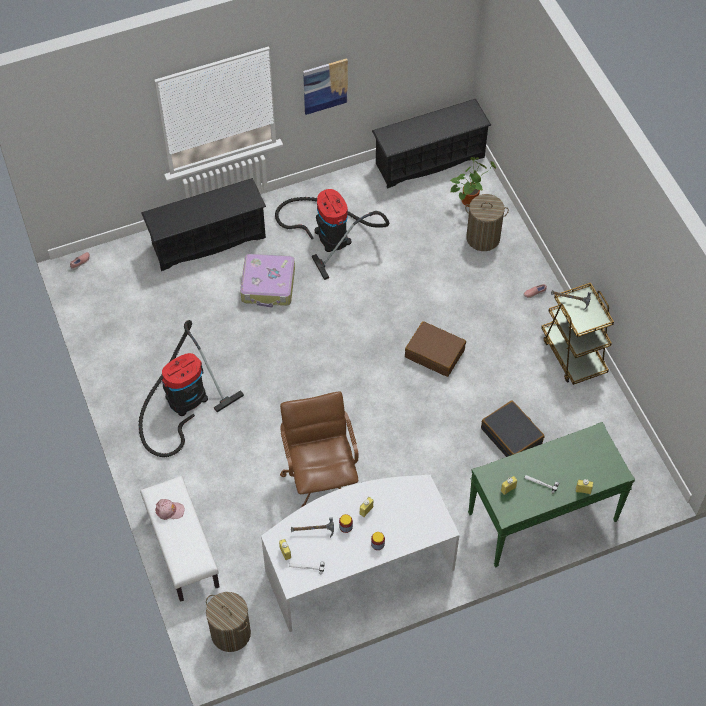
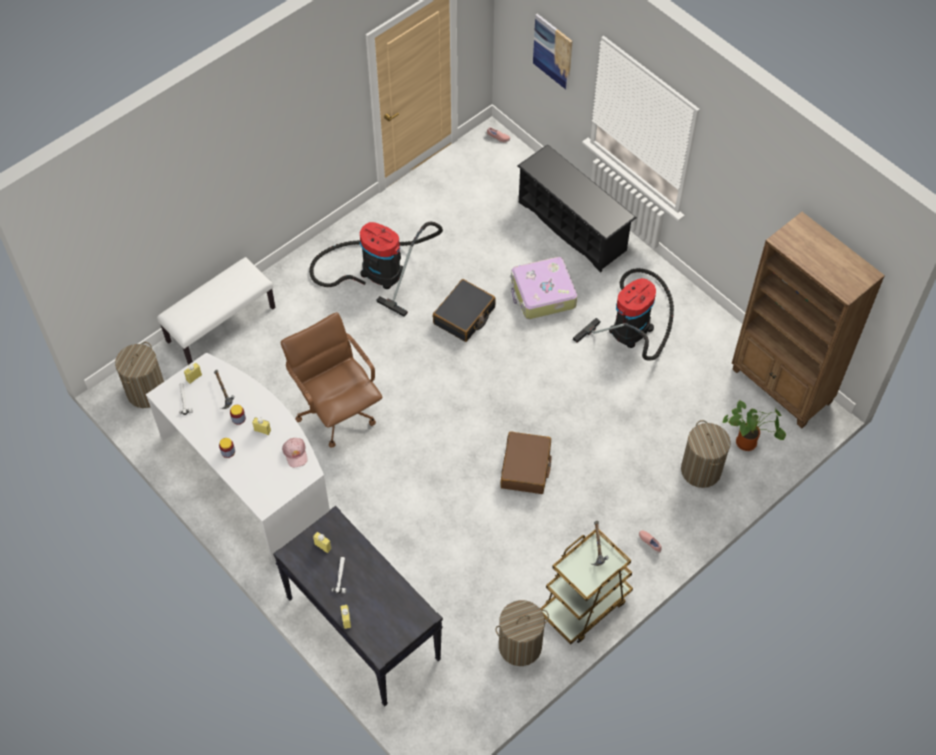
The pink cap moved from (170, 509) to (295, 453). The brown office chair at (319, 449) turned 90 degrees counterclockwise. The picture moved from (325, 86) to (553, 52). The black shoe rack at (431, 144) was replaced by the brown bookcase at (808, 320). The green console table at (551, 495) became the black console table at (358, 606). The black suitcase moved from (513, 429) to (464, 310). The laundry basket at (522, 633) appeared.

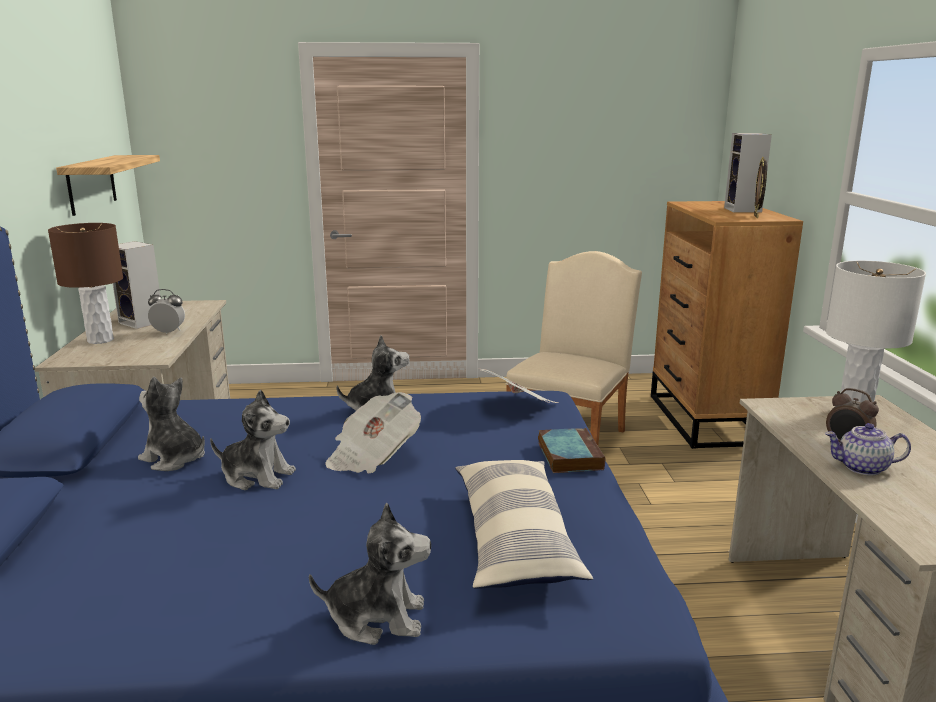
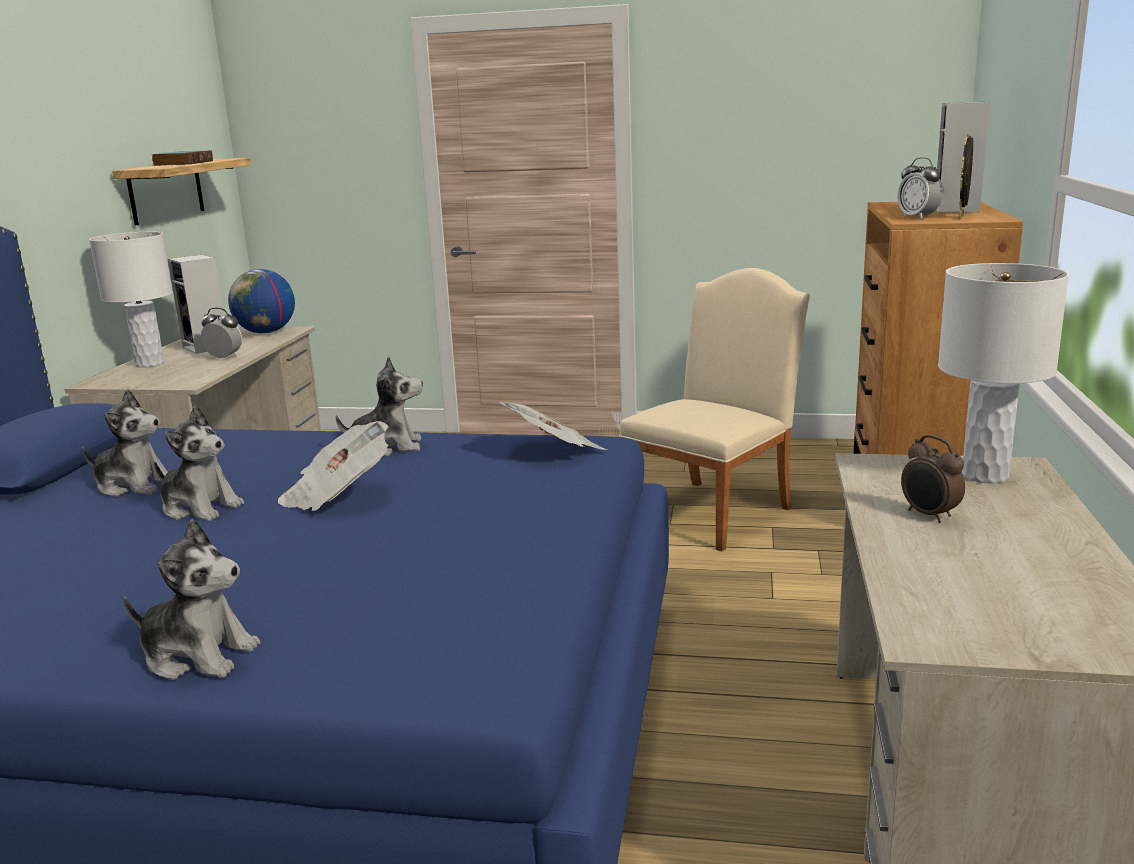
The brown table lamp at (85, 283) became the white table lamp at (131, 300). The plush toy at (171, 424) turned 150 degrees clockwise. The pillow at (524, 524) disappeared. The book moved from (571, 450) to (182, 158). The teapot at (868, 449) disappeared. The globe at (261, 301) appeared. The alarm clock at (920, 188) appeared.

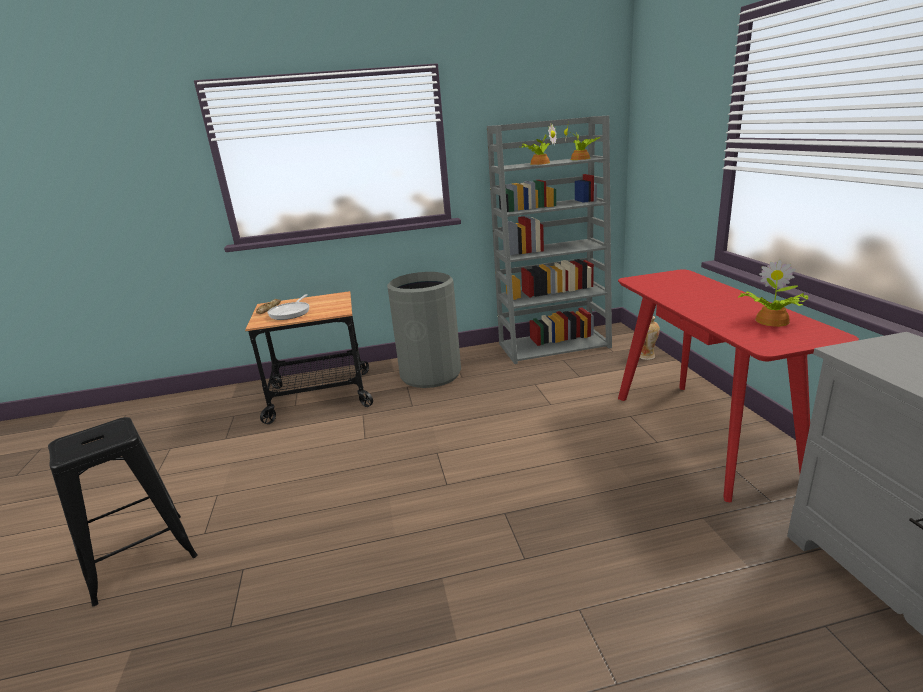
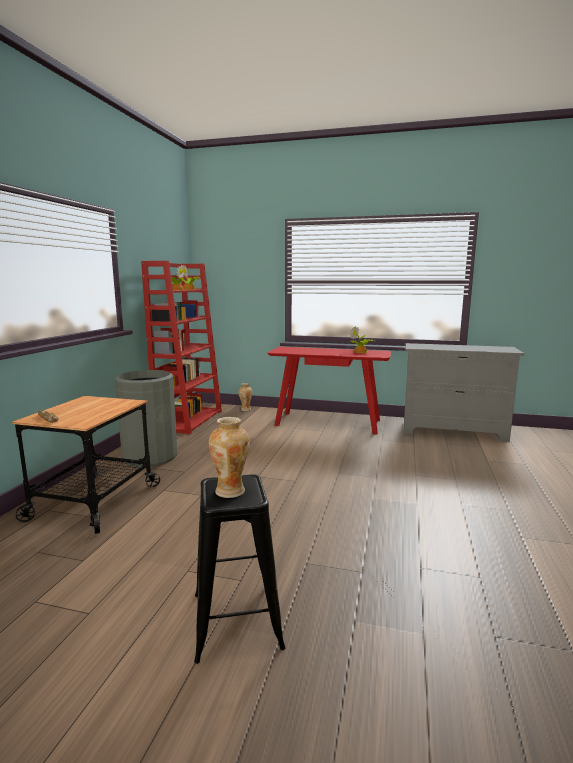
The frying pan at (288, 307) disappeared. The grey bookcase at (549, 240) became the red bookcase at (181, 347). The vase at (229, 457) appeared.

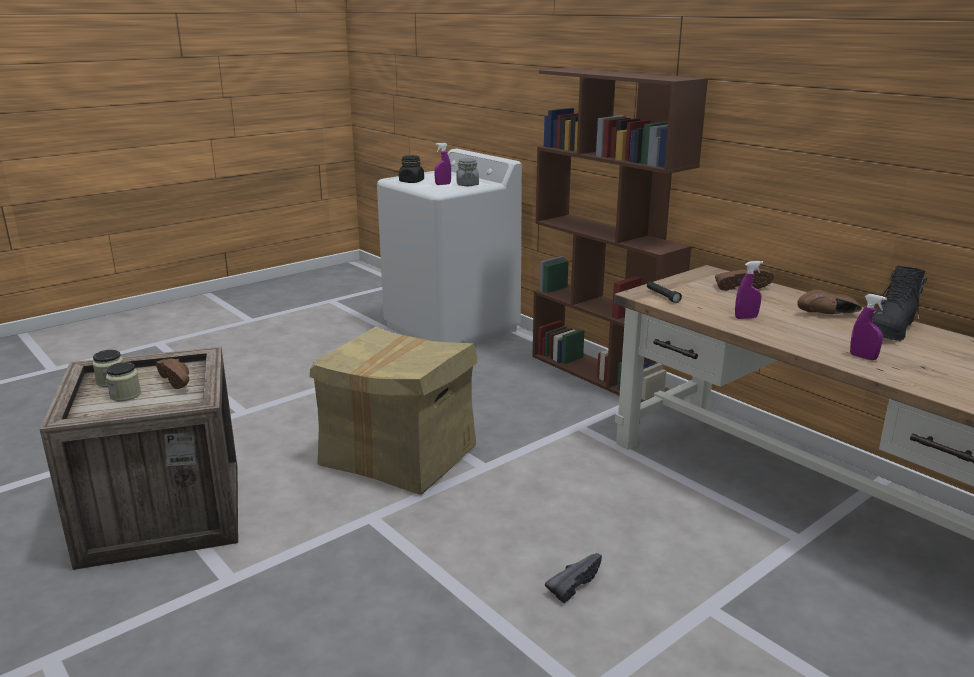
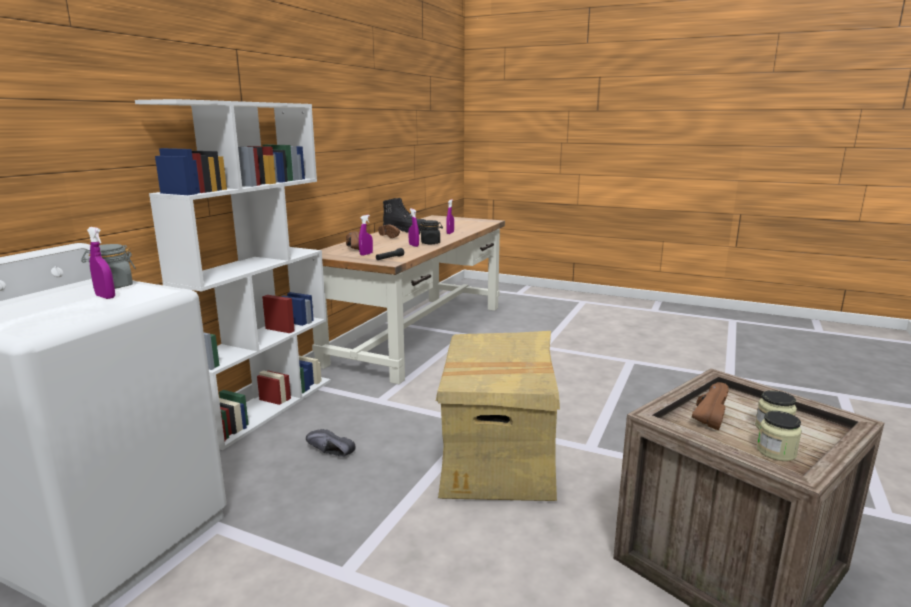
The black jar moved from (411, 169) to (431, 232). The brown bookcase at (620, 235) became the white bookcase at (233, 274). The black shoe moved from (573, 578) to (331, 443). The purple spray bottle at (366, 235) appeared.

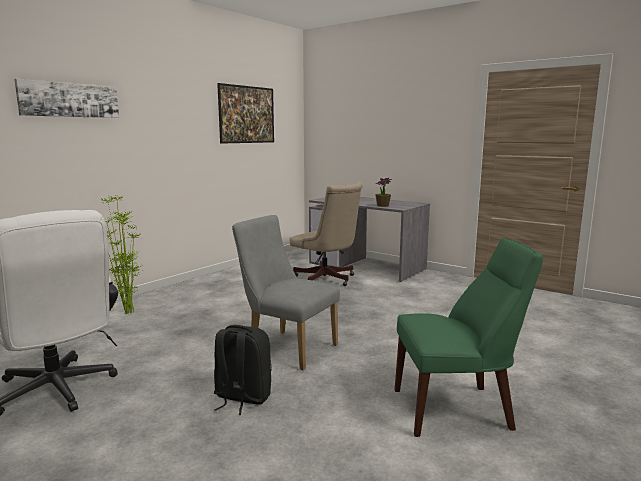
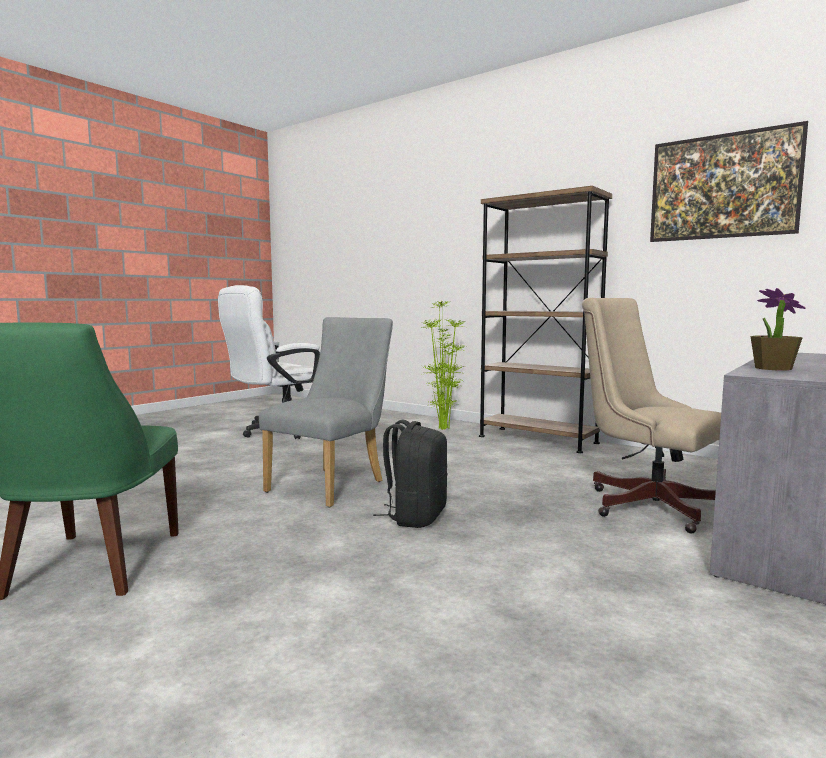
The picture at (66, 98) disappeared. The black backpack moved from (243, 370) to (410, 474). The beige office chair at (326, 234) turned 90 degrees clockwise. The brown bookcase at (545, 319) appeared.

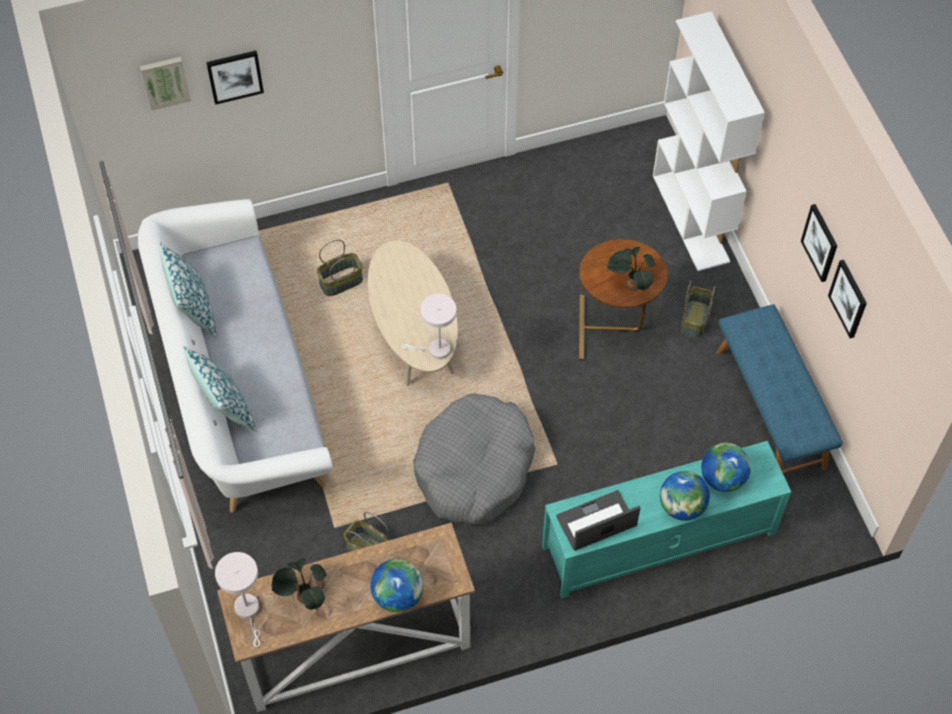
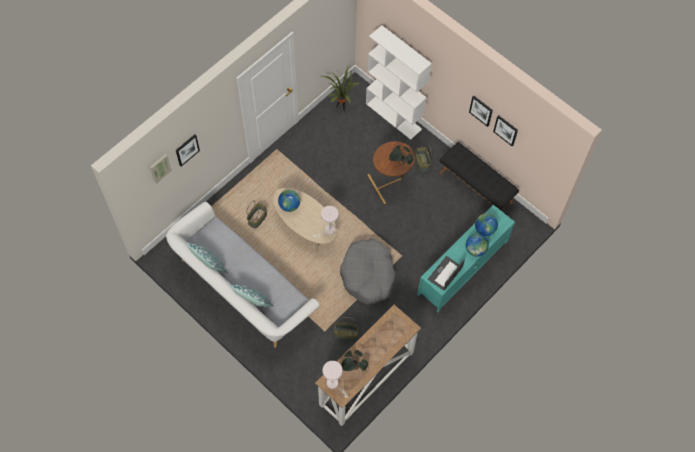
The globe moved from (397, 585) to (289, 201). The blue bench at (780, 388) became the black bench at (479, 176). The potted plant at (340, 88) appeared.

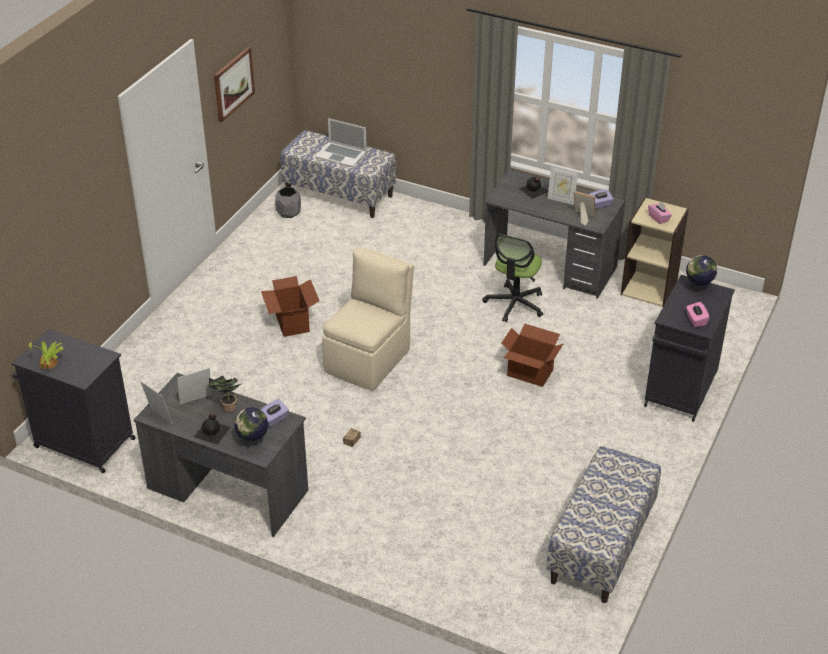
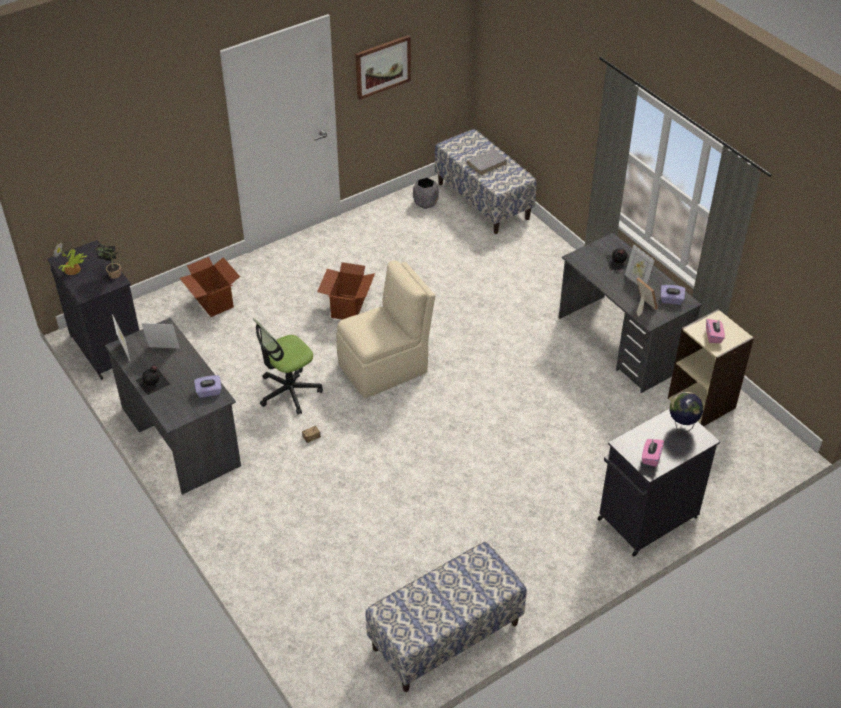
The potted plant moved from (225, 394) to (107, 261). The globe at (251, 428) disappeared. The laptop at (341, 142) was replaced by the grey book at (487, 162). The office chair moved from (512, 278) to (288, 366). The cardboard box moved from (532, 355) to (210, 287).

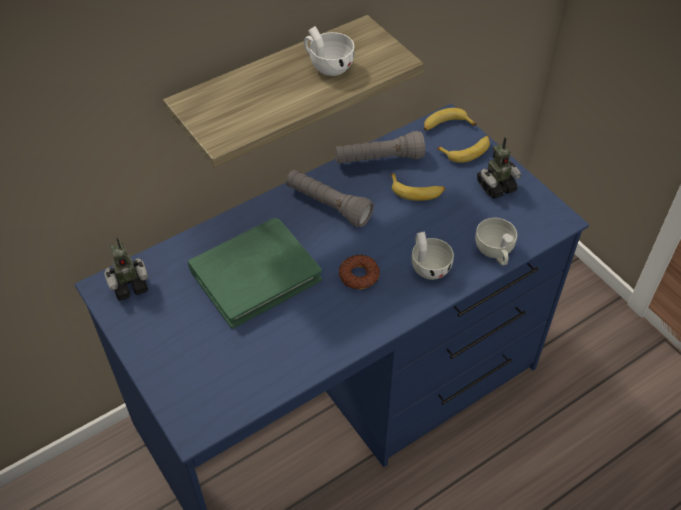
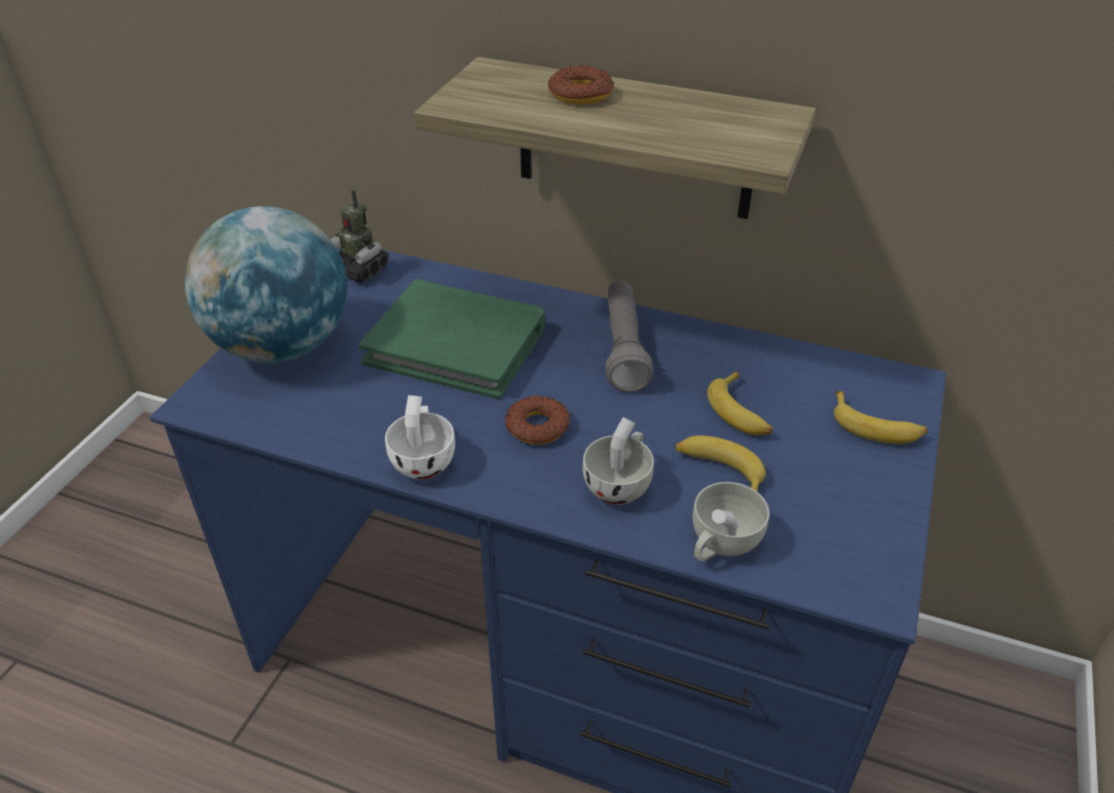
The white cup moved from (329, 51) to (420, 437). The grey flashlight at (380, 147) disappeared. The banana moved from (450, 119) to (720, 463). The toy robot at (499, 168) disappeared. The globe at (266, 284) appeared. The donut at (581, 85) appeared.

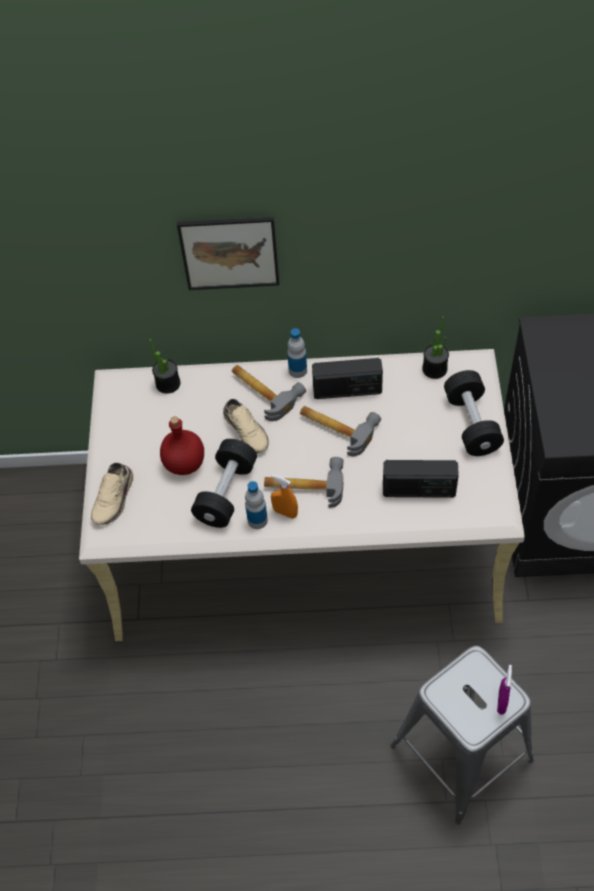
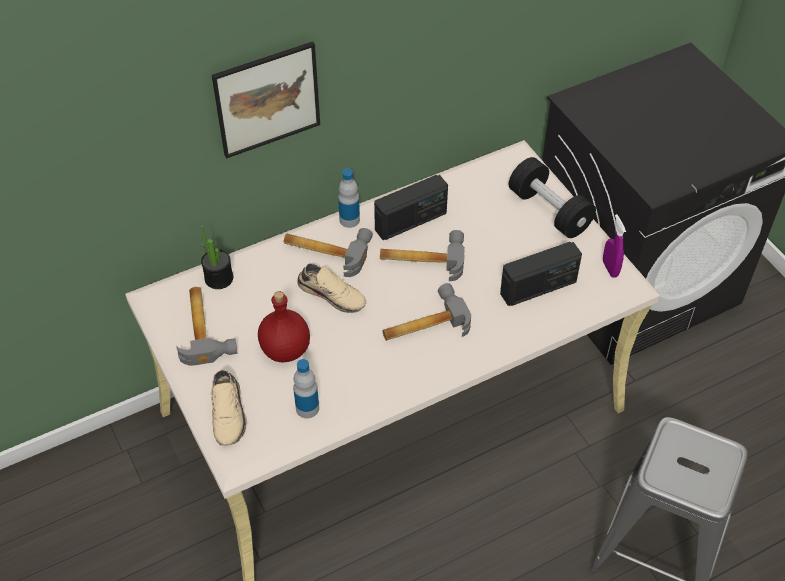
The black dumbbell at (224, 483) disappeared. The bottle moved from (256, 505) to (306, 388). The orange spray bottle at (284, 496) disappeared. The potted plant at (435, 347) disappeared. The purple spray bottle moved from (504, 689) to (614, 246). The hammer at (207, 326) appeared.

